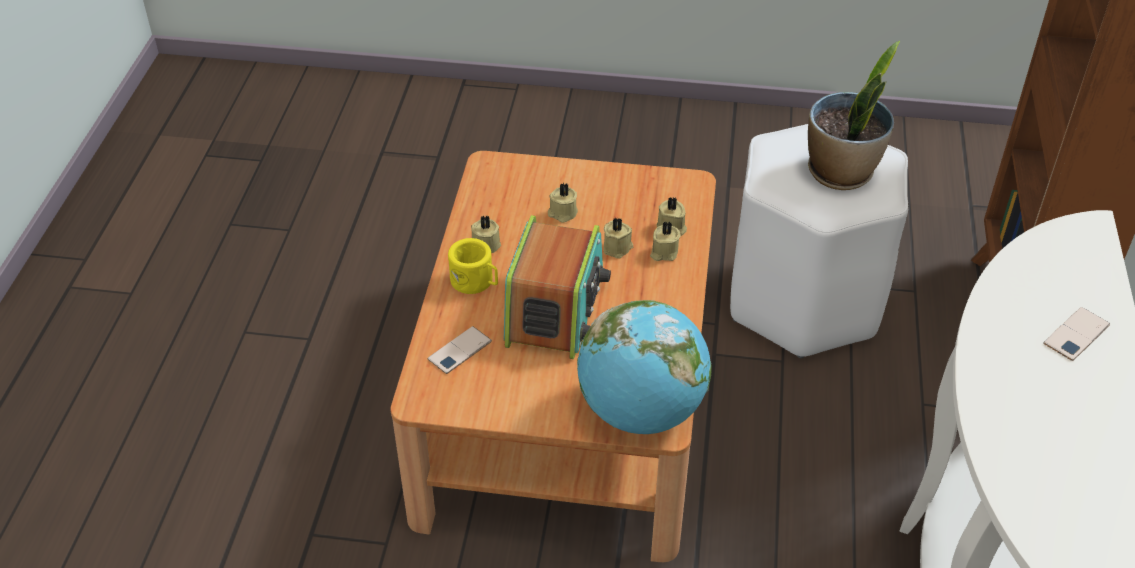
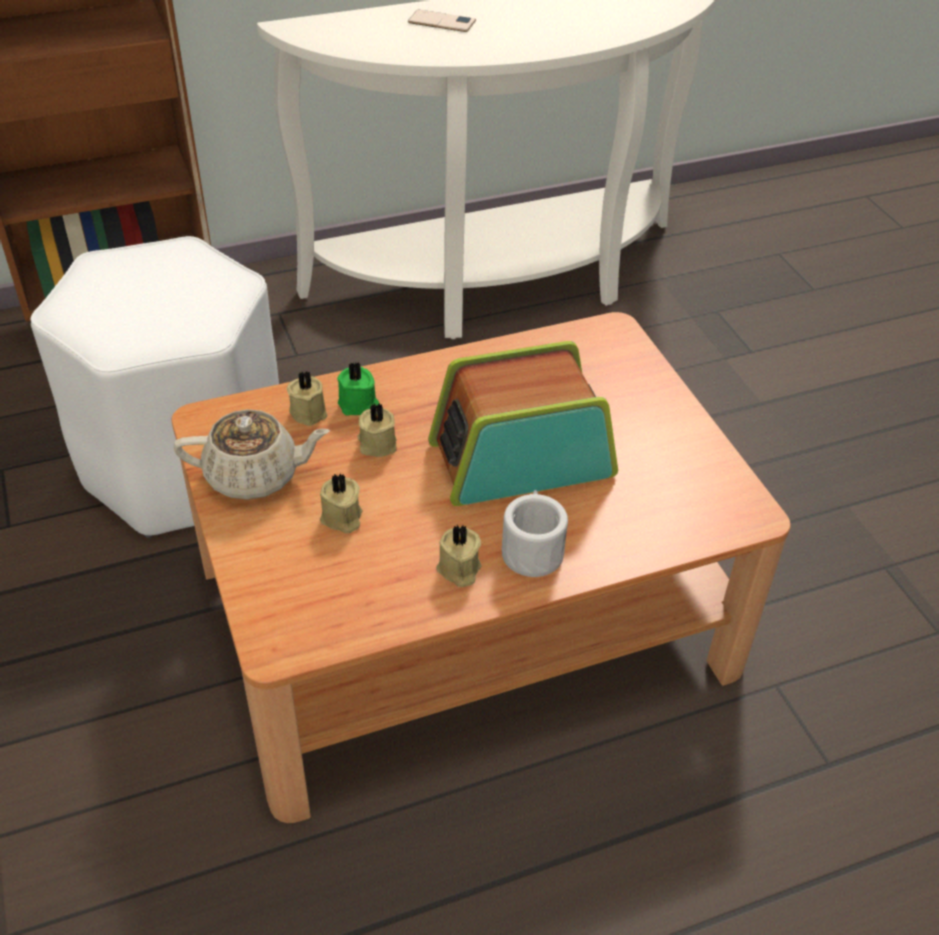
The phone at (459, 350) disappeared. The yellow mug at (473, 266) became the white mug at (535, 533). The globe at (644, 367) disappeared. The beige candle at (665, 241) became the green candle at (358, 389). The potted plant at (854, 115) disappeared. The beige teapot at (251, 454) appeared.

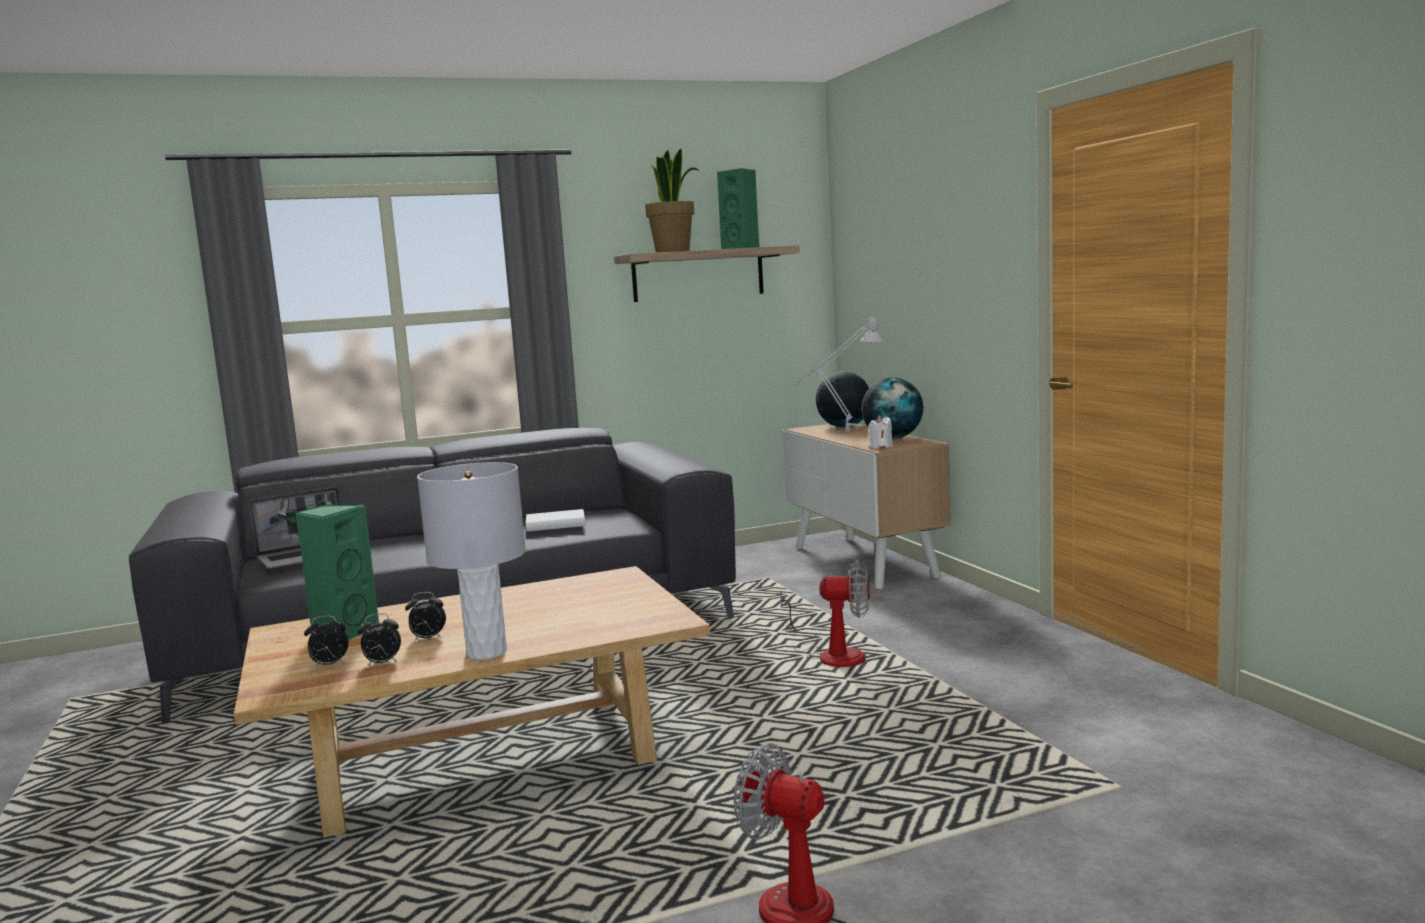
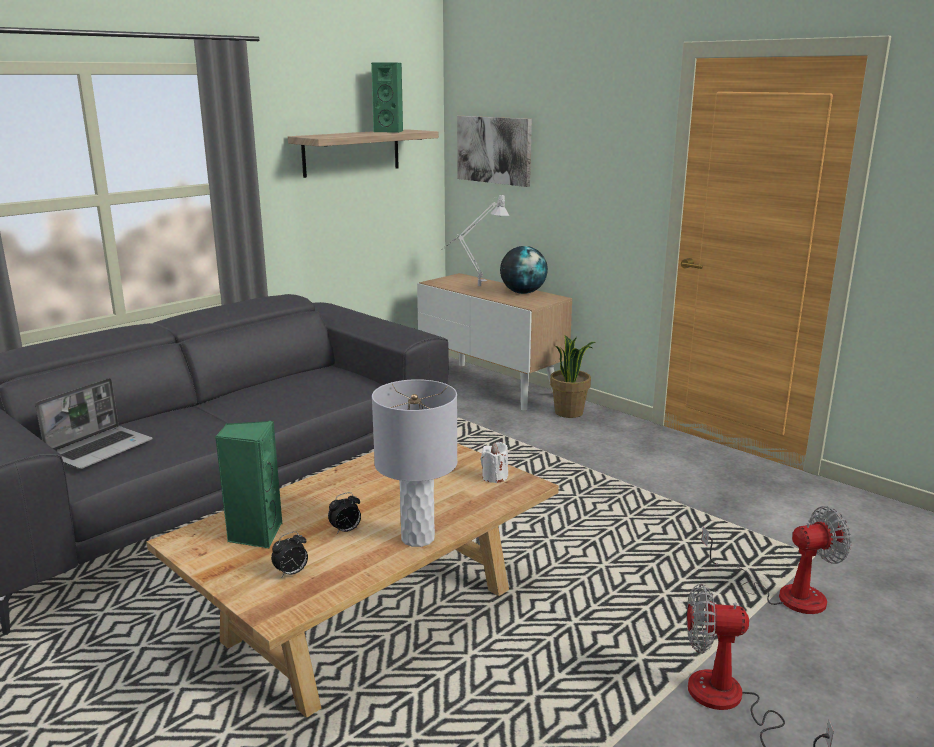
The alarm clock at (379, 639) disappeared. The white book at (555, 520) disappeared. The potted plant moved from (672, 200) to (572, 376). The fan moved from (825, 613) to (776, 560). The globe at (842, 399) disappeared. The white candle moved from (880, 432) to (494, 462). The picture at (494, 151) appeared.

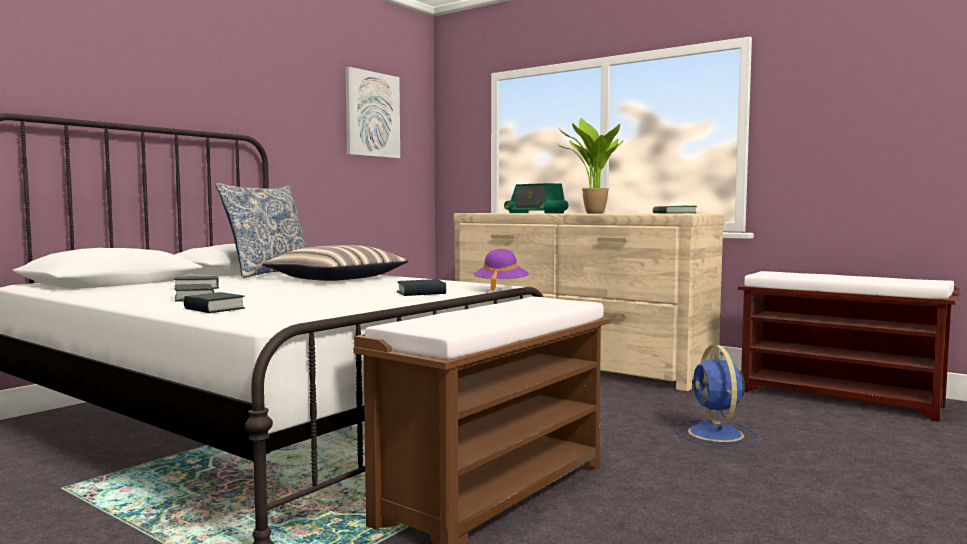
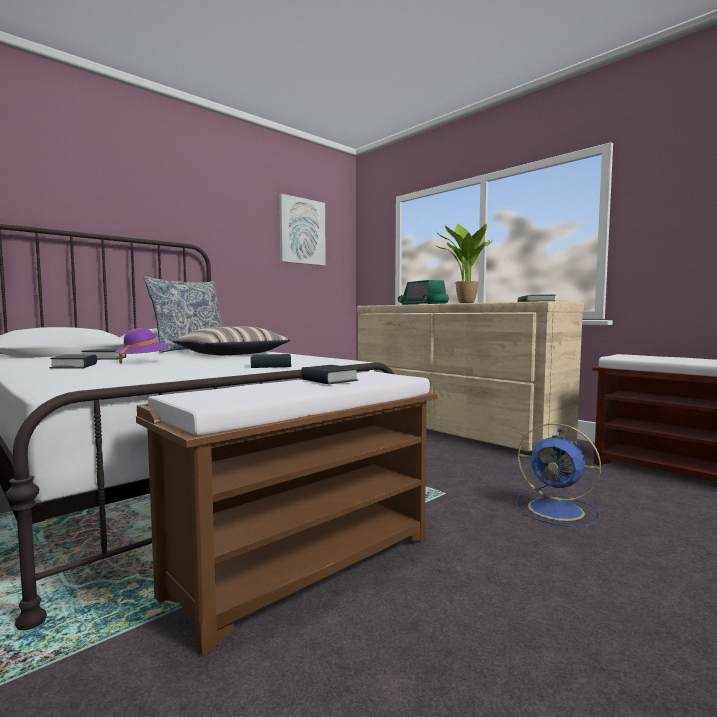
The book moved from (214, 302) to (329, 374). The purple hat moved from (501, 270) to (142, 346). The blue fan at (719, 396) turned 60 degrees counterclockwise.

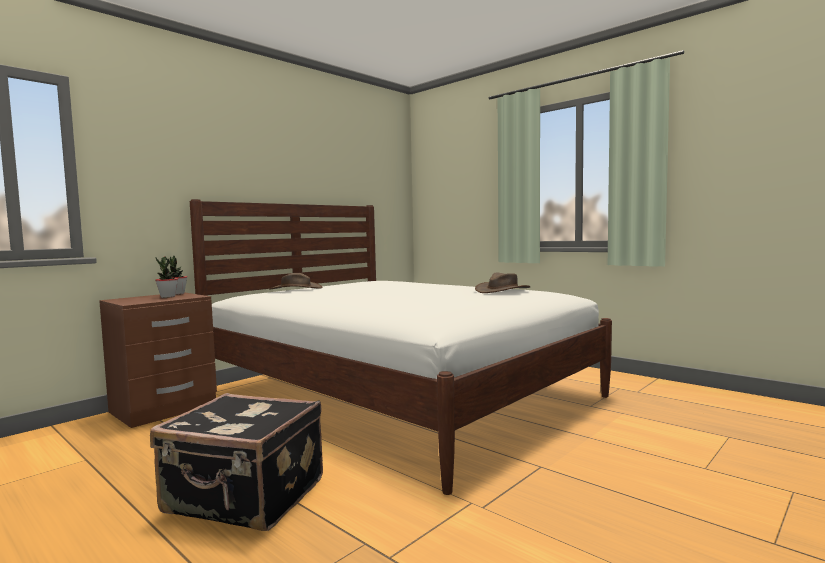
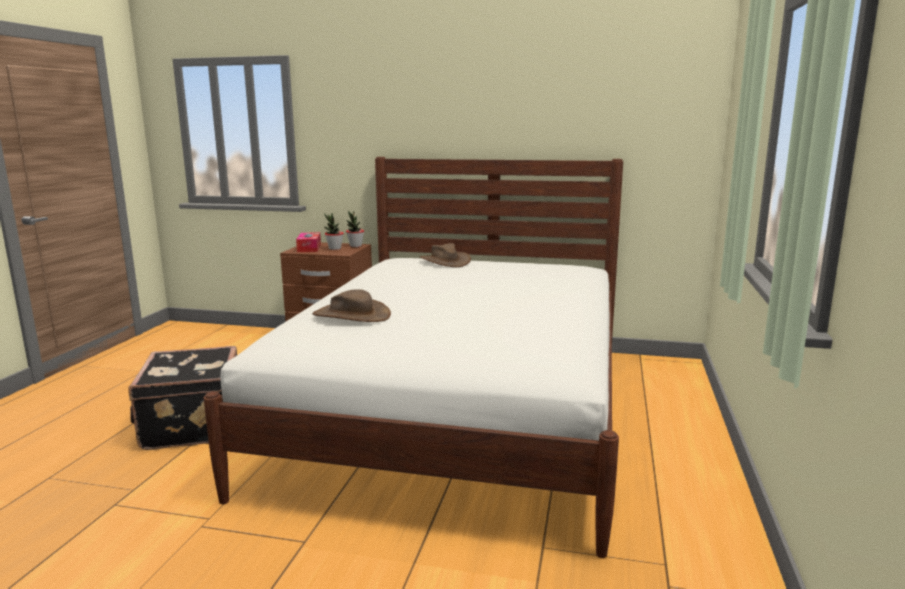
The brown hat moved from (502, 283) to (351, 305). The tissue box at (308, 242) appeared.

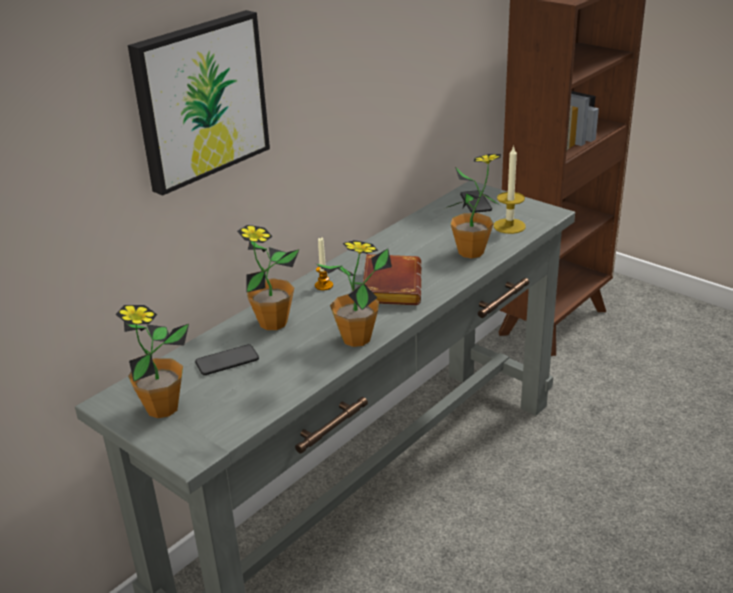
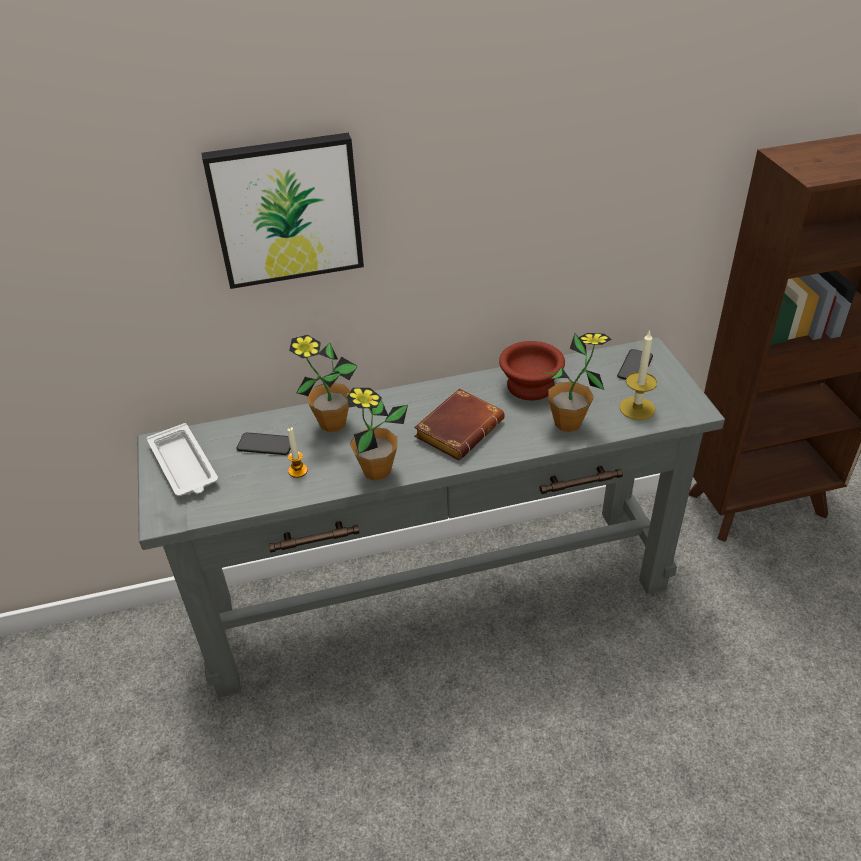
The potted plant at (152, 361) was replaced by the white tray at (182, 459). The candle moved from (324, 264) to (298, 452). The brown bowl at (532, 370) appeared.

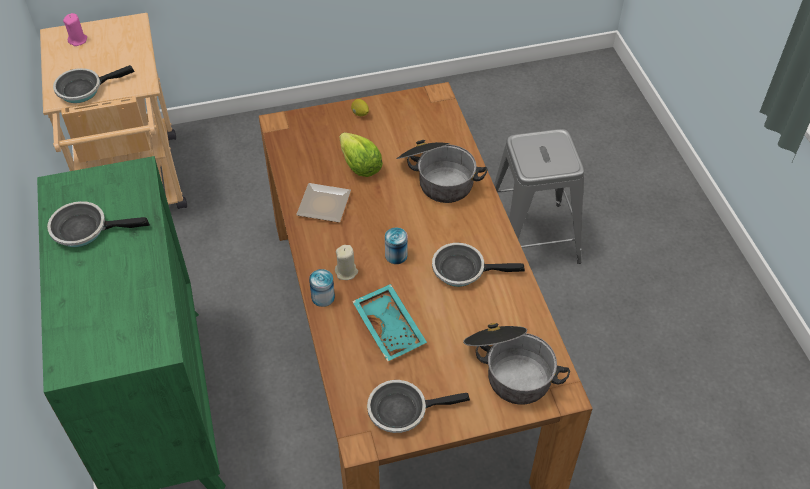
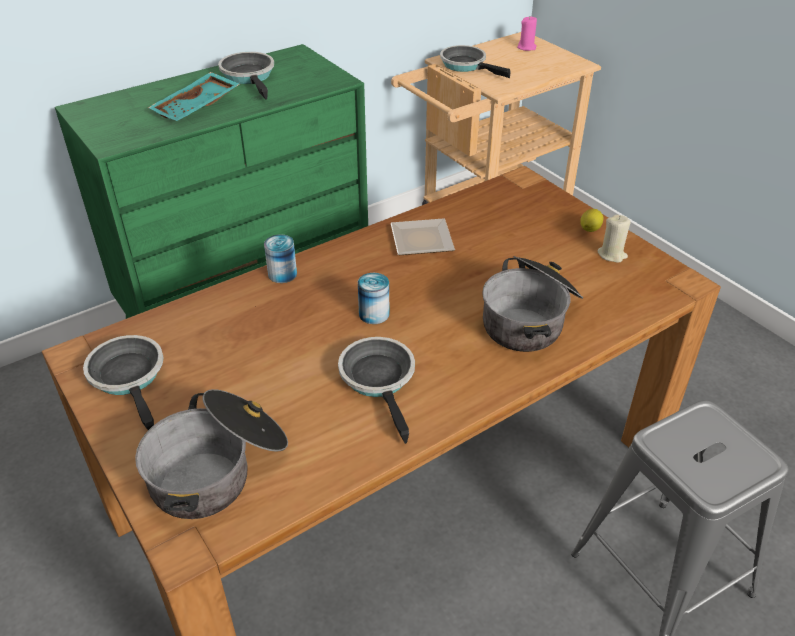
The beige candle moved from (346, 262) to (614, 239). The lettuce at (361, 154) disappeared. The turquoise tray moved from (389, 323) to (194, 96).

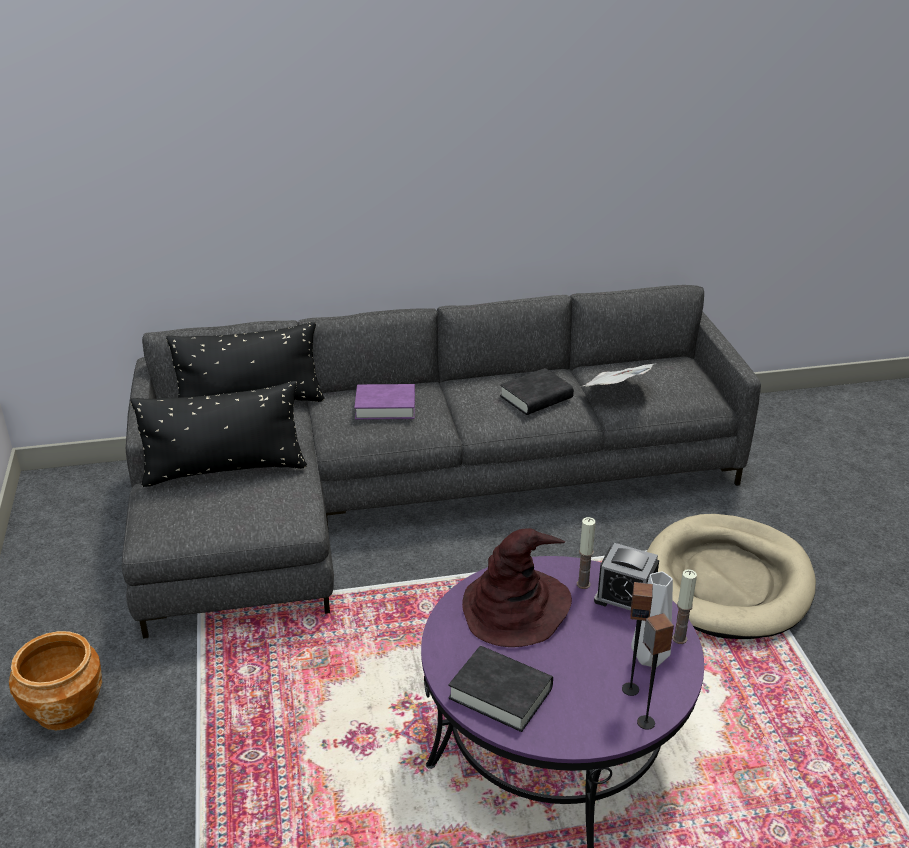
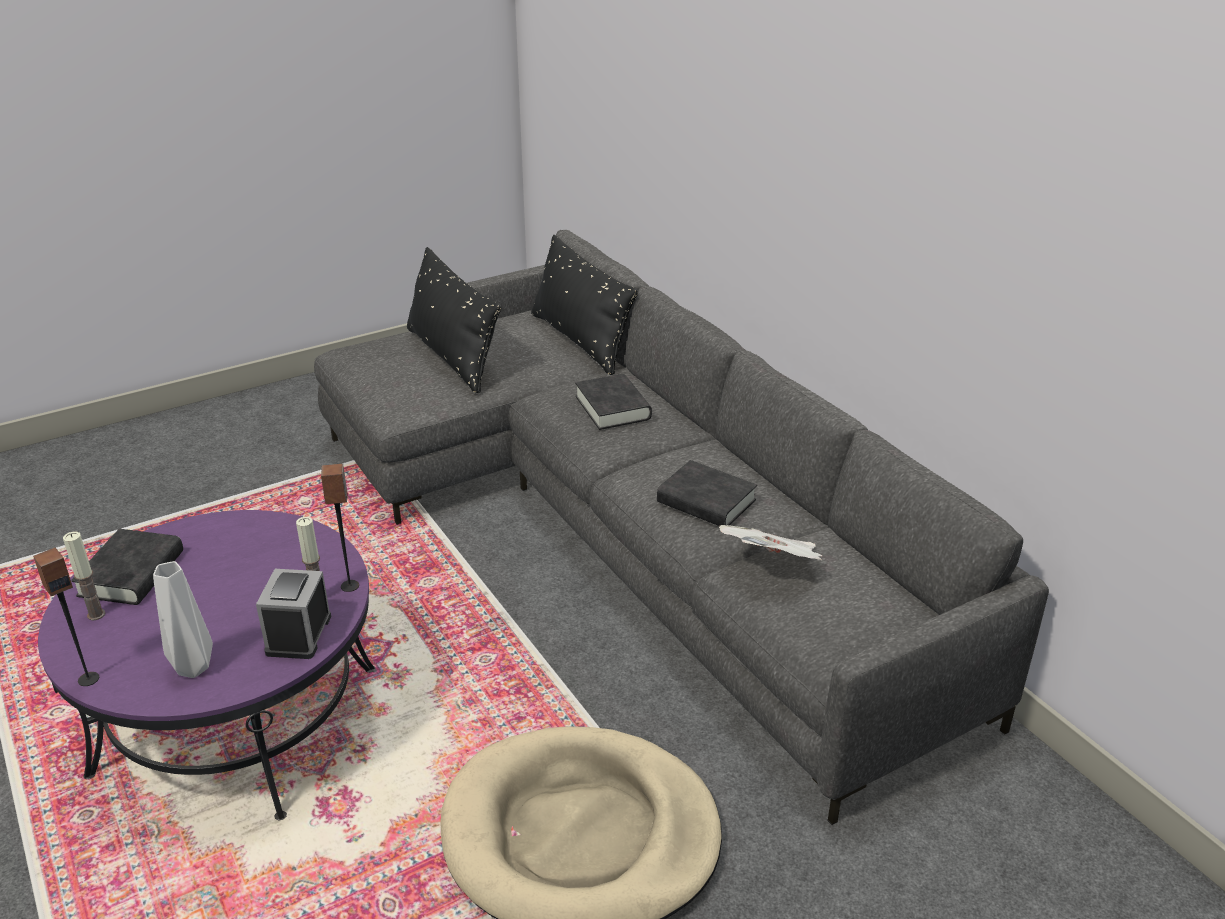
The brown planter at (55, 680) disappeared. The purple book at (384, 402) became the black book at (613, 402). The brown hat at (517, 587) disappeared. The speaker moved from (637, 639) to (340, 528). The candle moved from (684, 606) to (84, 576).

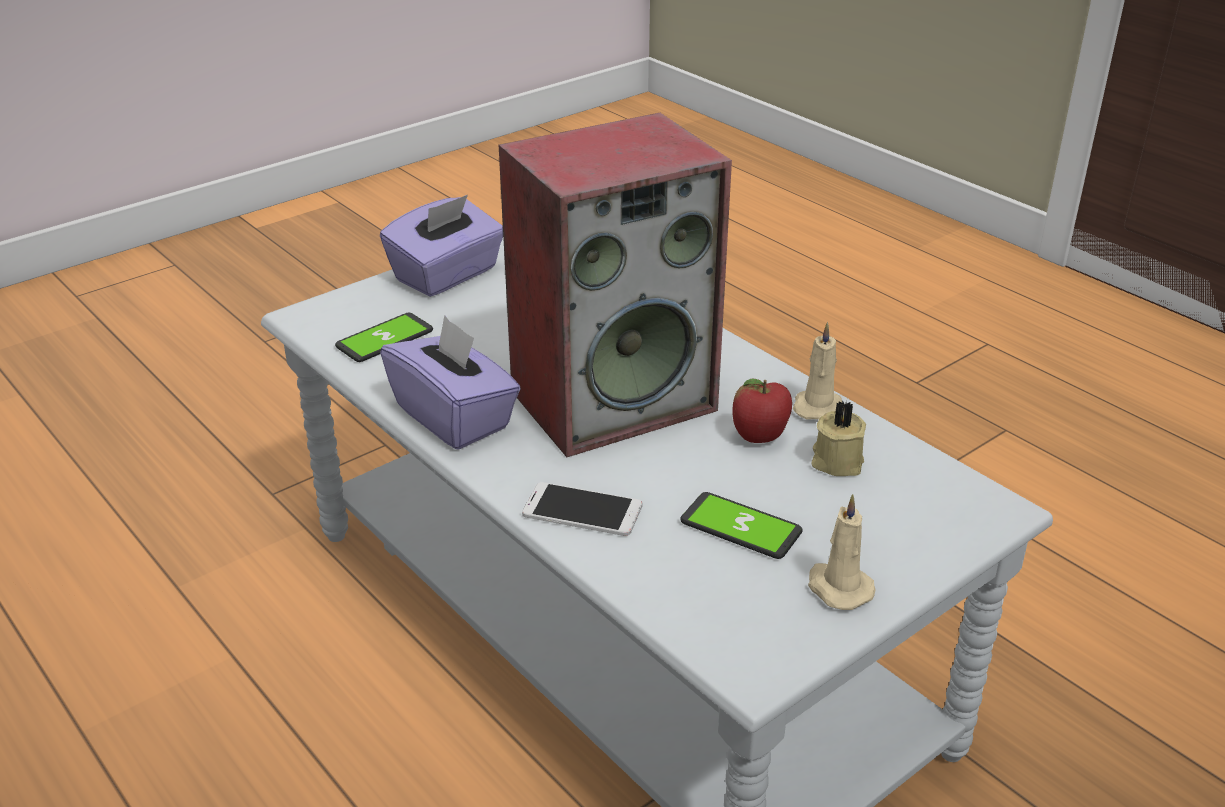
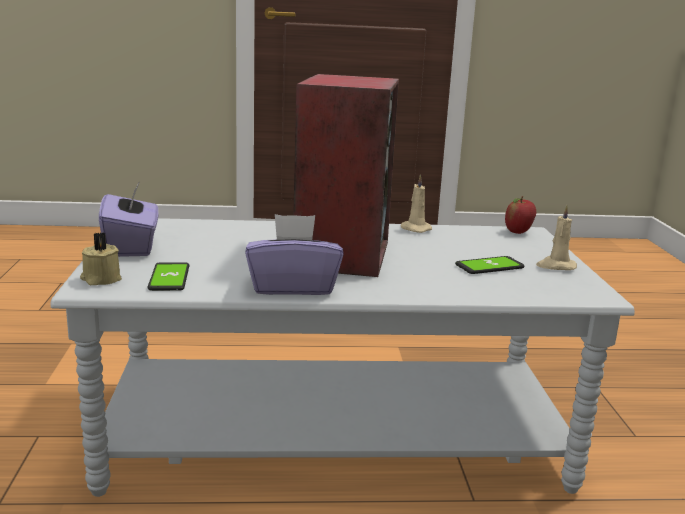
The phone at (582, 509) disappeared. The apple moved from (762, 411) to (520, 215). The beige candle moved from (839, 438) to (101, 258).

